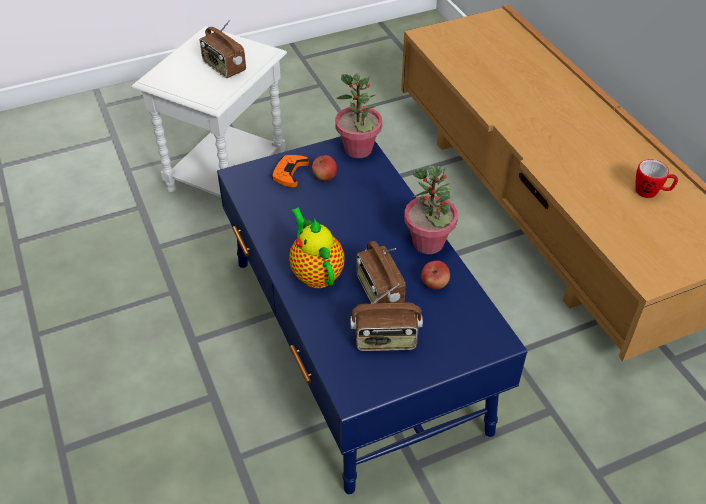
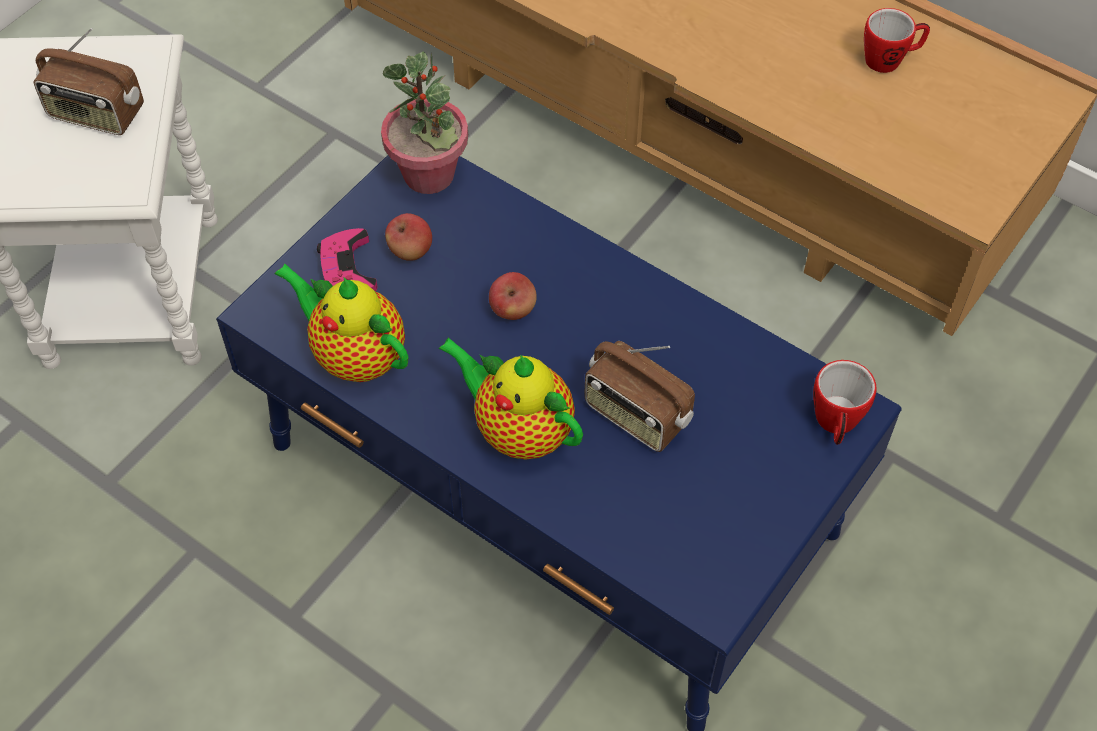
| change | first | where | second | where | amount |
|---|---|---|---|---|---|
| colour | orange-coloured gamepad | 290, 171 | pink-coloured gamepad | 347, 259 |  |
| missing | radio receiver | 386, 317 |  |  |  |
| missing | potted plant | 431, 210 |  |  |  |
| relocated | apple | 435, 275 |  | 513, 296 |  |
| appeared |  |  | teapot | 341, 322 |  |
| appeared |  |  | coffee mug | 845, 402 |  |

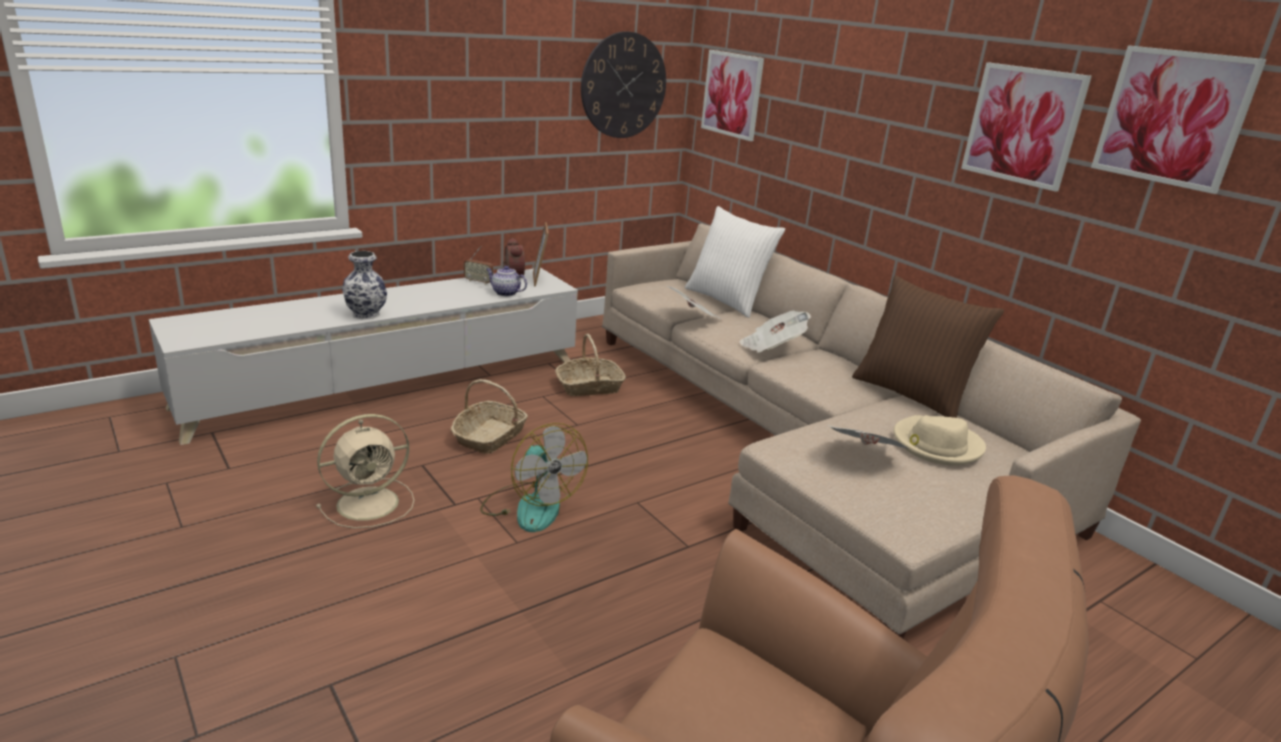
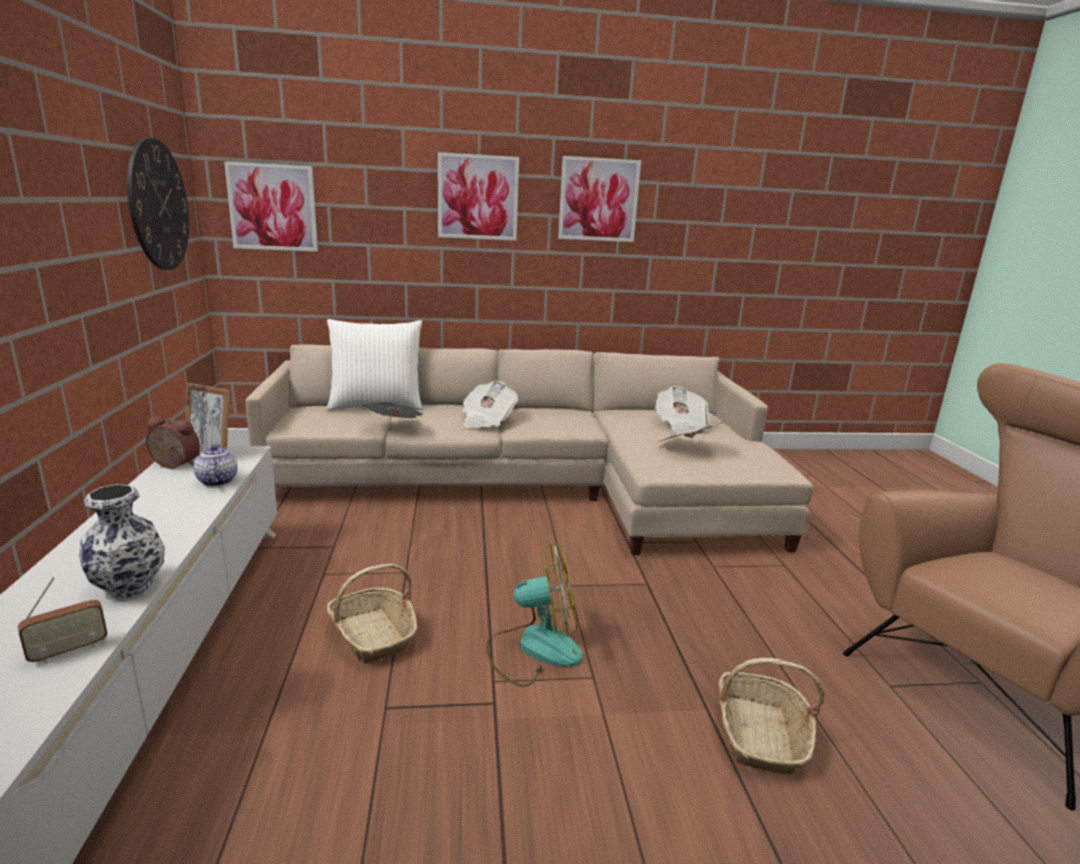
| change | first | where | second | where | amount |
|---|---|---|---|---|---|
| missing | beige-coloured electric fan | 365, 471 |  |  |  |
| relocated | radio receiver | 478, 265 |  | 62, 620 |  |
| spun | teapot | 506, 281 |  | 216, 465 | 105 degrees clockwise |
| relocated | household basket | 590, 365 |  | 771, 716 |  |
| missing | brown-coloured cushion | 928, 346 |  |  |  |
| exchanged | beige-coloured clothing hat | 939, 440 | printed paper | 682, 410 |  |
| relocated | wall art | 1179, 119 |  | 478, 196 |  |

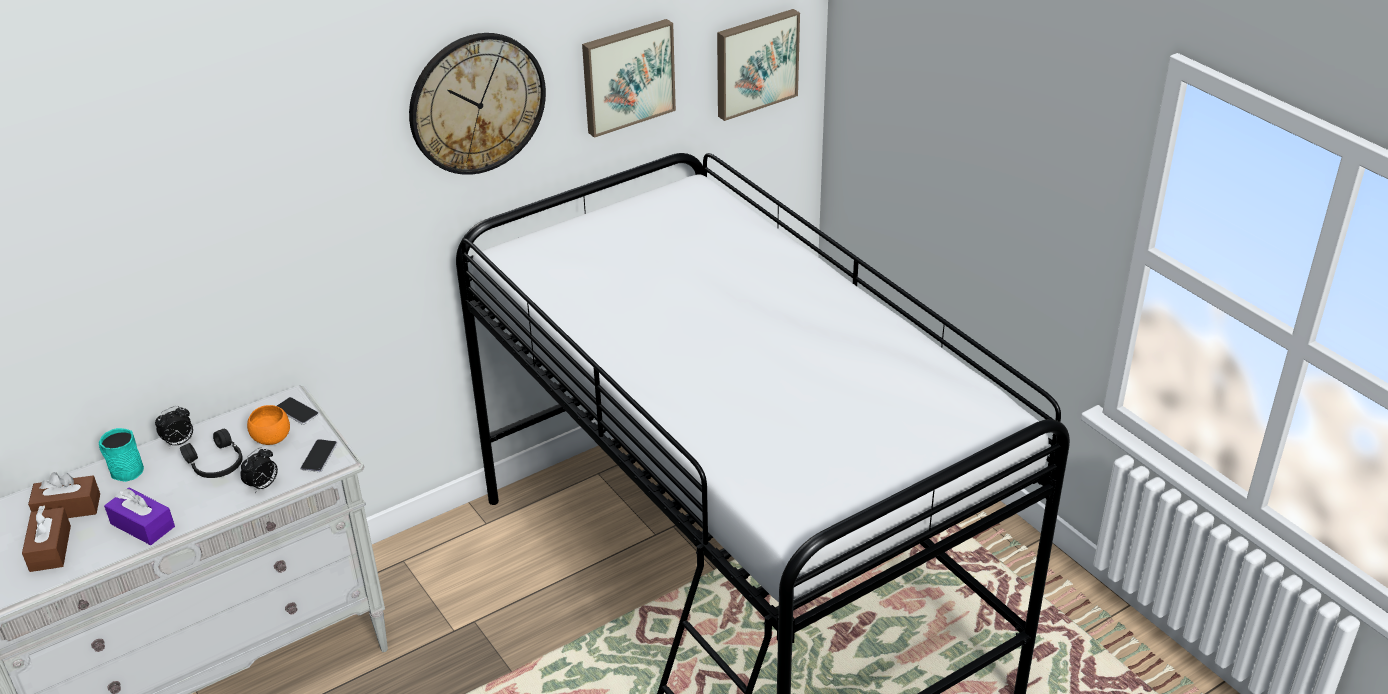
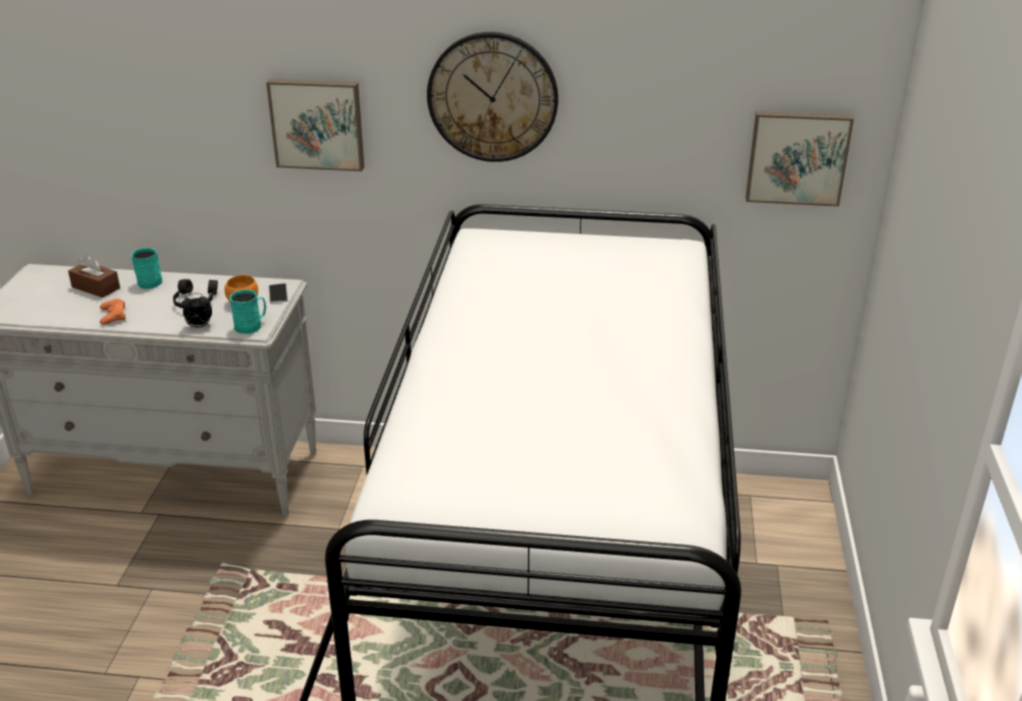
| change | first | where | second | where | amount |
|---|---|---|---|---|---|
| missing | brown-coloured box of tissues | 46, 538 |  |  |  |
| exchanged | purple-coloured box of tissues | 139, 516 | orange-coloured gamepad | 112, 312 |  |
| missing | table clock | 174, 427 |  |  |  |
| exchanged | handset | 318, 455 | turquoise-coloured coffee mug | 248, 312 |  |
| relocated | wall art | 629, 78 |  | 315, 125 |  |

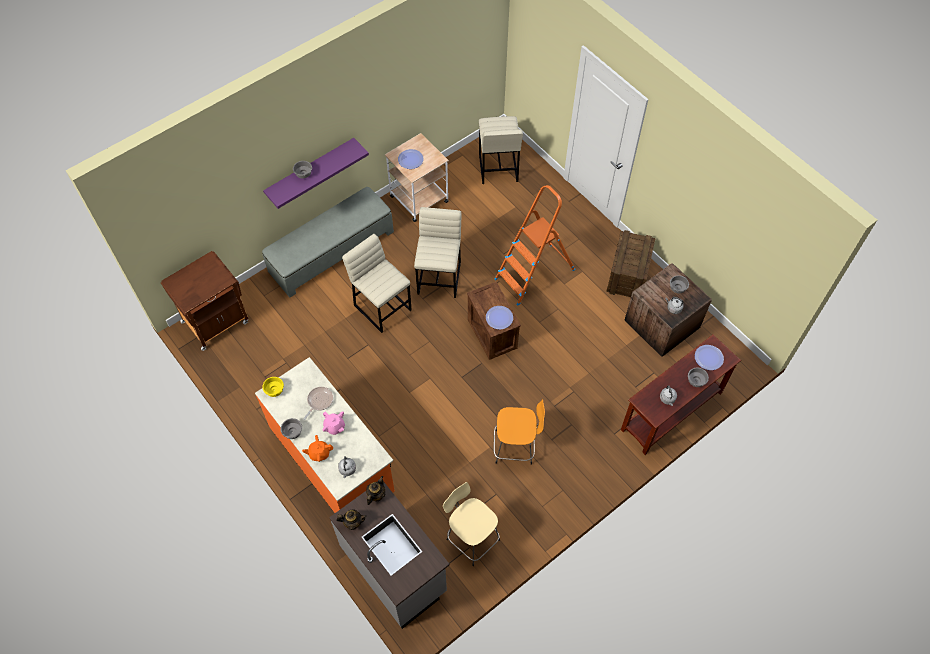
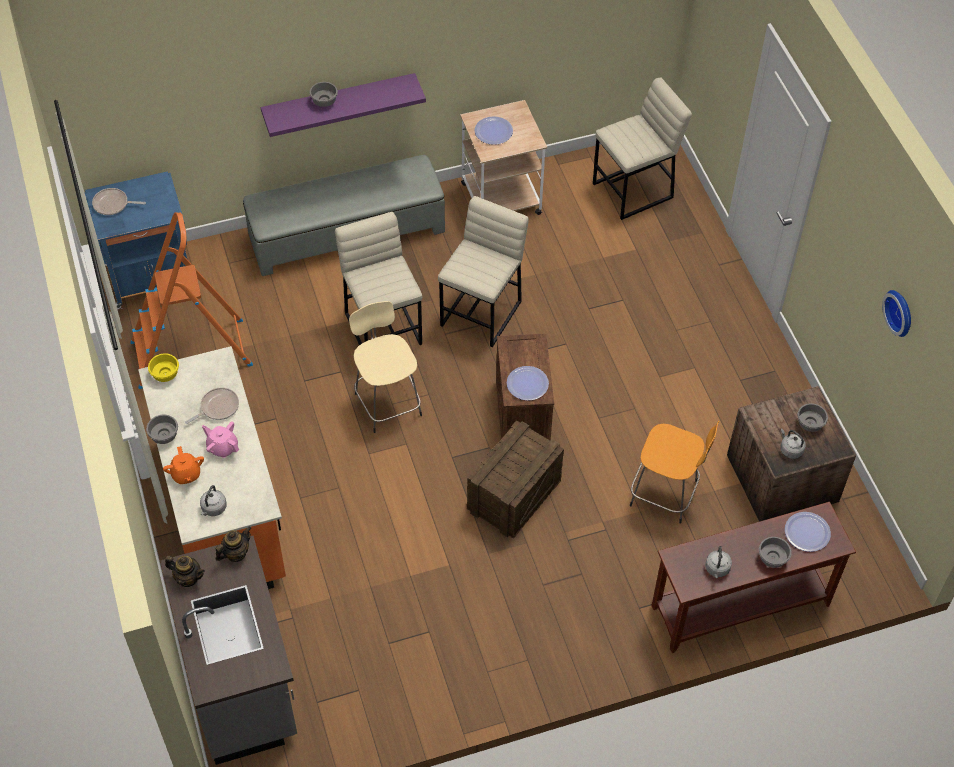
| change | first | where | second | where | amount |
|---|---|---|---|---|---|
| colour | brown-coloured wheeled cart | 204, 301 | blue wheeled cart | 136, 240 |  |
| spun | orange-coloured teapot | 317, 448 |  | 183, 465 | 120 degrees counterclockwise |
| spun | pink-coloured teapot | 333, 423 |  | 220, 439 | 150 degrees clockwise |
| relocated | beige-coloured sitting stool | 471, 524 |  | 385, 367 |  |
| spun | beige-coloured chair | 501, 150 |  | 642, 148 | 135 degrees counterclockwise |
| relocated | orange-coloured step ladder | 535, 245 |  | 191, 300 |  |
| relocated | orange-coloured sitting stool | 519, 432 |  | 674, 472 |  |
| relocated | packing crate | 631, 263 |  | 515, 479 |  |
| appeared |  |  | pan | 119, 201 |  |
| appeared |  |  | wall clock | 896, 313 |  |

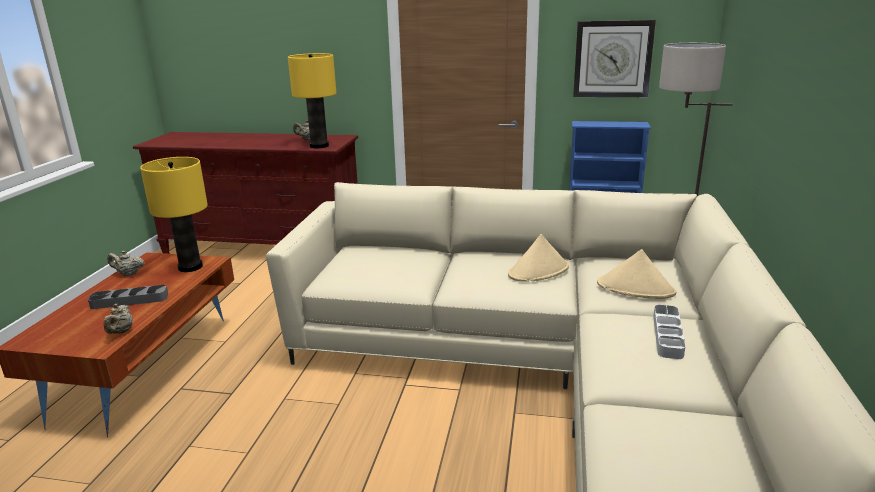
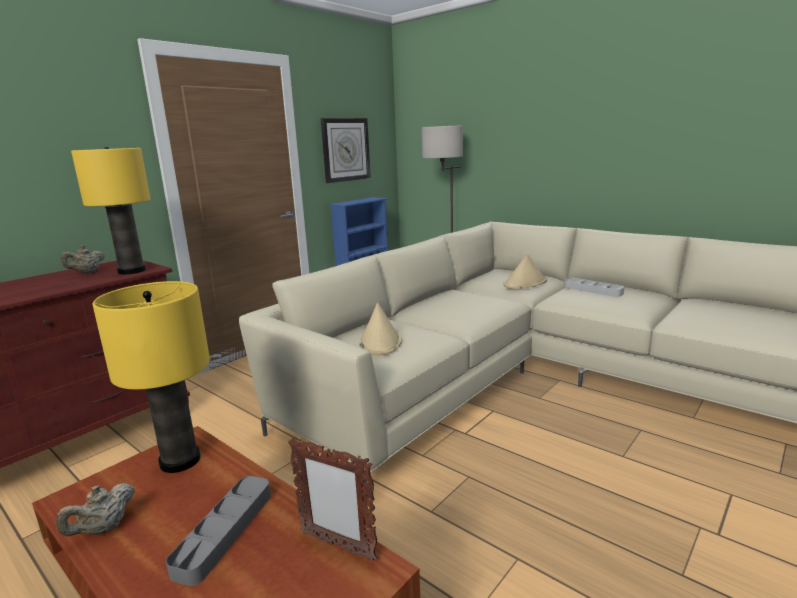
| change | first | where | second | where | amount |
|---|---|---|---|---|---|
| exchanged | beige-coloured teapot | 118, 318 | photo frame | 333, 499 |  |
| relocated | beige-coloured clothing hat | 538, 258 |  | 380, 329 |  |

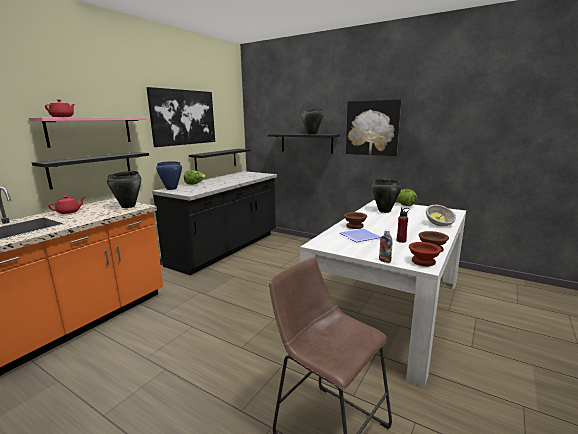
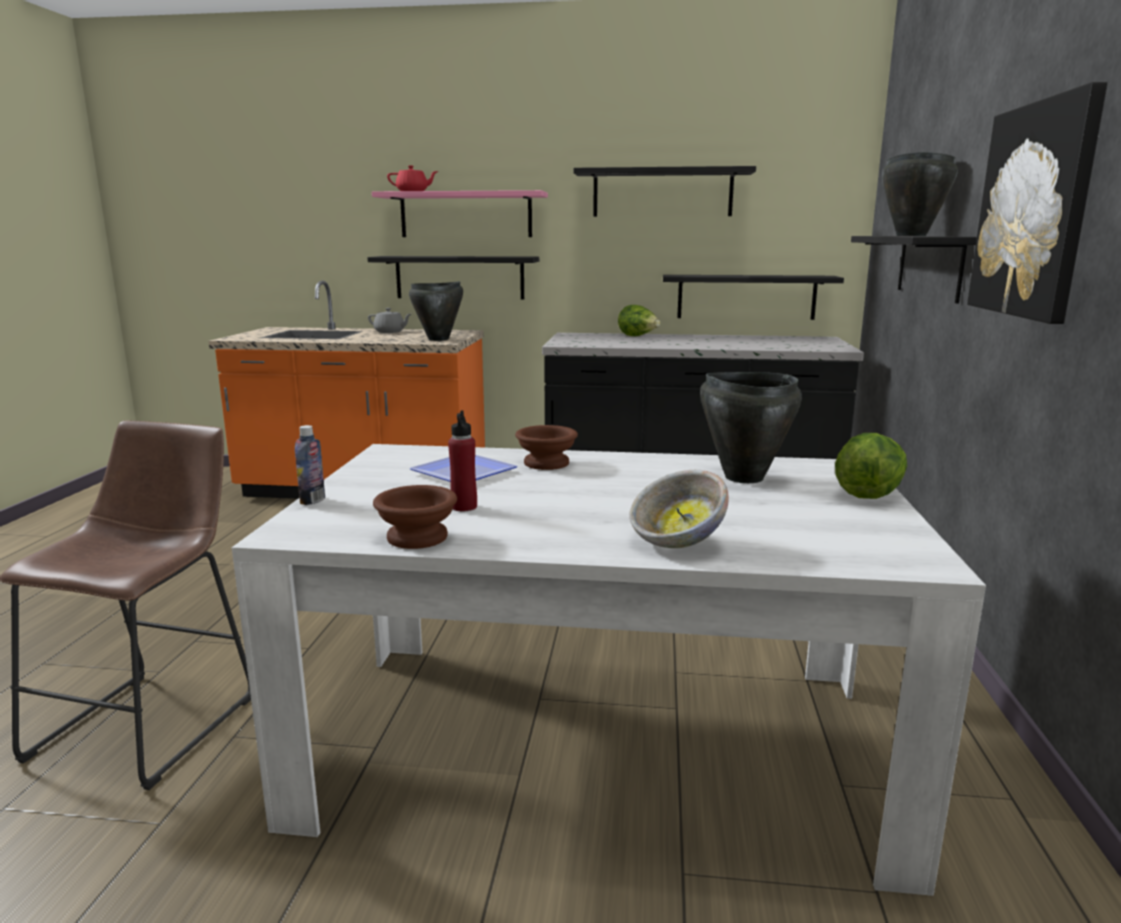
| change | first | where | second | where | amount |
|---|---|---|---|---|---|
| colour | red-coloured teapot | 66, 205 | grey teapot | 389, 320 |  |
| exchanged | wall art | 181, 117 | black wall shelf | 664, 191 |  |
| missing | blue stockpot | 169, 175 |  |  |  |
| missing | brown-coloured bowl | 425, 254 |  |  |  |

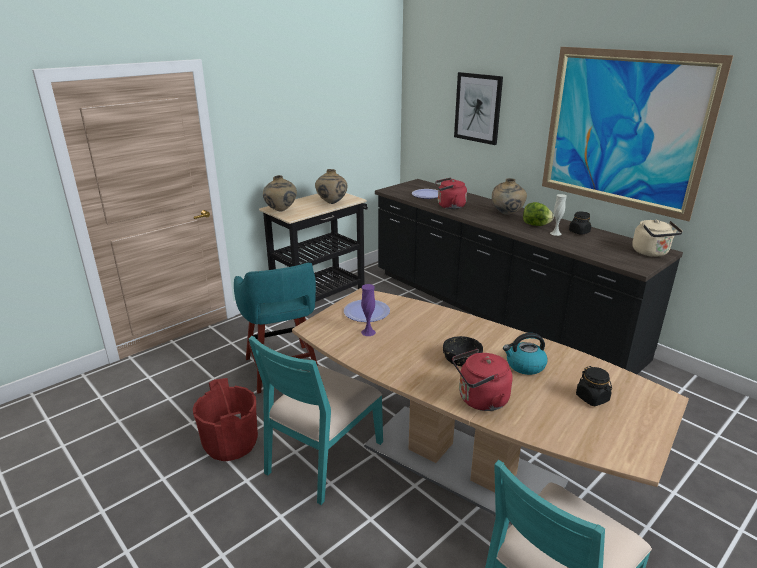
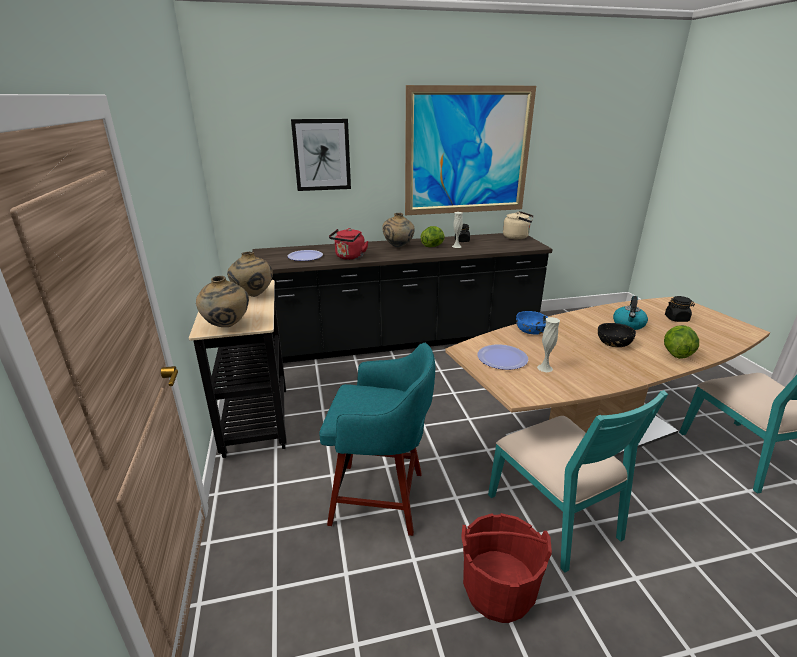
| change | first | where | second | where | amount |
|---|---|---|---|---|---|
| colour | purple-coloured vase | 368, 310 | white vase | 548, 344 |  |
| exchanged | red-coloured water kettle | 482, 380 | head of lettuce | 681, 342 |  |
| appeared |  |  | blue bowl | 532, 322 |  |

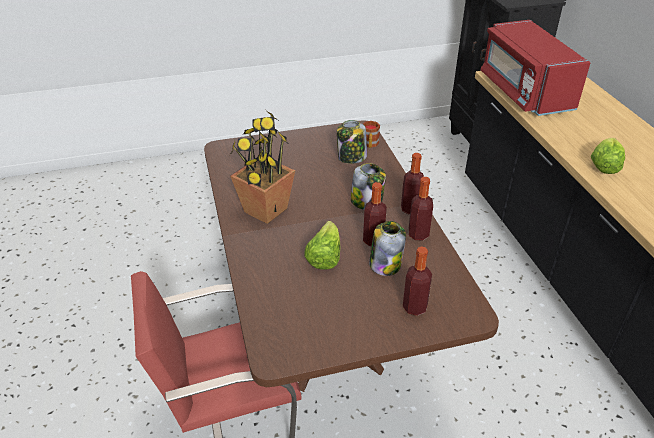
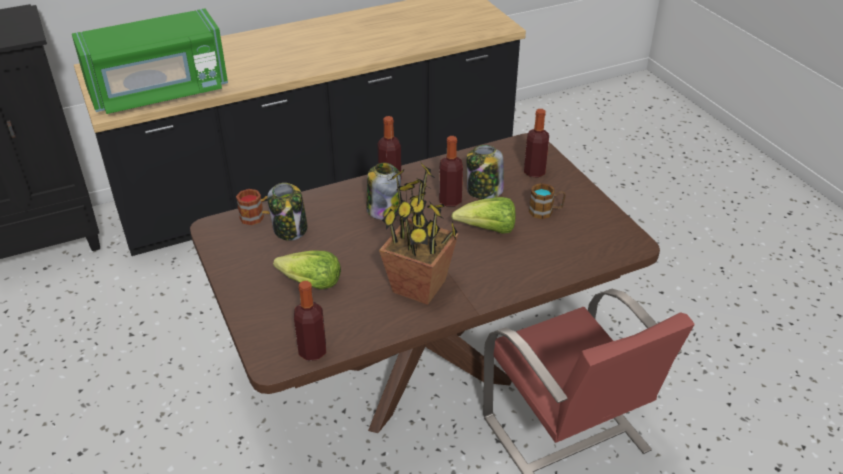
| change | first | where | second | where | amount |
|---|---|---|---|---|---|
| relocated | beverage bottle | 420, 209 |  | 310, 321 |  |
| colour | red-coloured kitchen microwave | 536, 68 | green-coloured kitchen microwave | 150, 61 |  |
| relocated | head of lettuce | 608, 156 |  | 307, 270 |  |
| appeared |  |  | coffee mug | 547, 201 |  |

